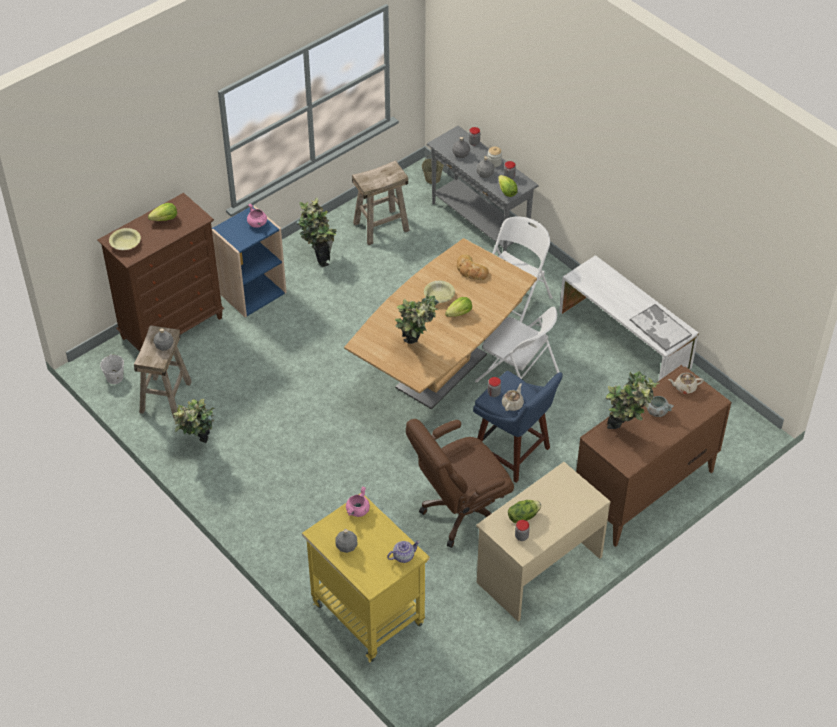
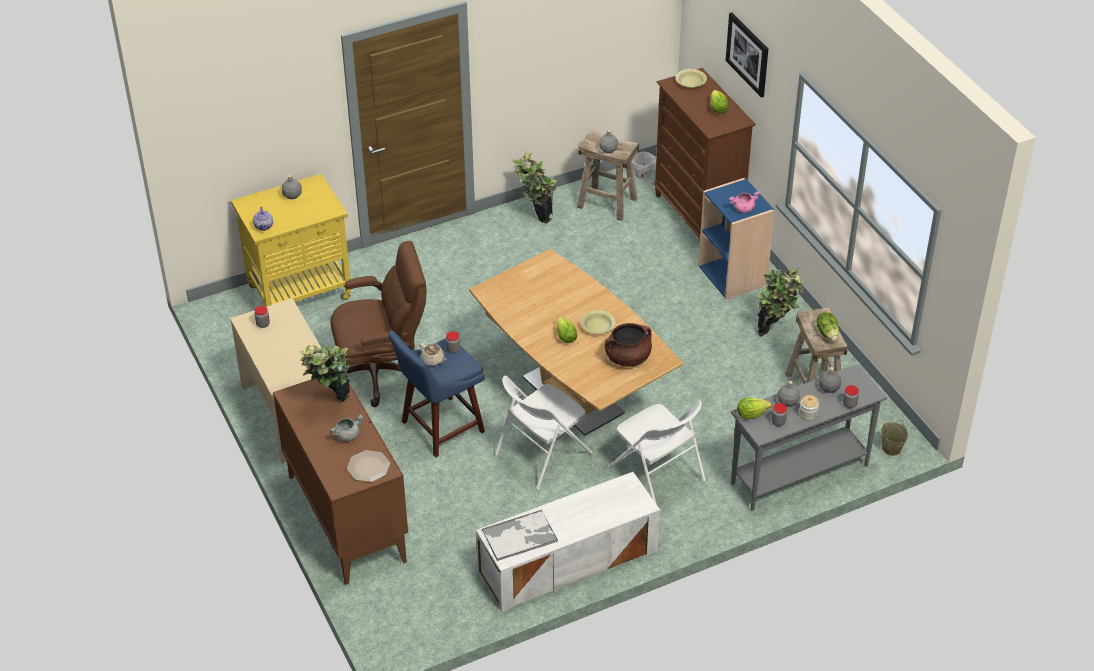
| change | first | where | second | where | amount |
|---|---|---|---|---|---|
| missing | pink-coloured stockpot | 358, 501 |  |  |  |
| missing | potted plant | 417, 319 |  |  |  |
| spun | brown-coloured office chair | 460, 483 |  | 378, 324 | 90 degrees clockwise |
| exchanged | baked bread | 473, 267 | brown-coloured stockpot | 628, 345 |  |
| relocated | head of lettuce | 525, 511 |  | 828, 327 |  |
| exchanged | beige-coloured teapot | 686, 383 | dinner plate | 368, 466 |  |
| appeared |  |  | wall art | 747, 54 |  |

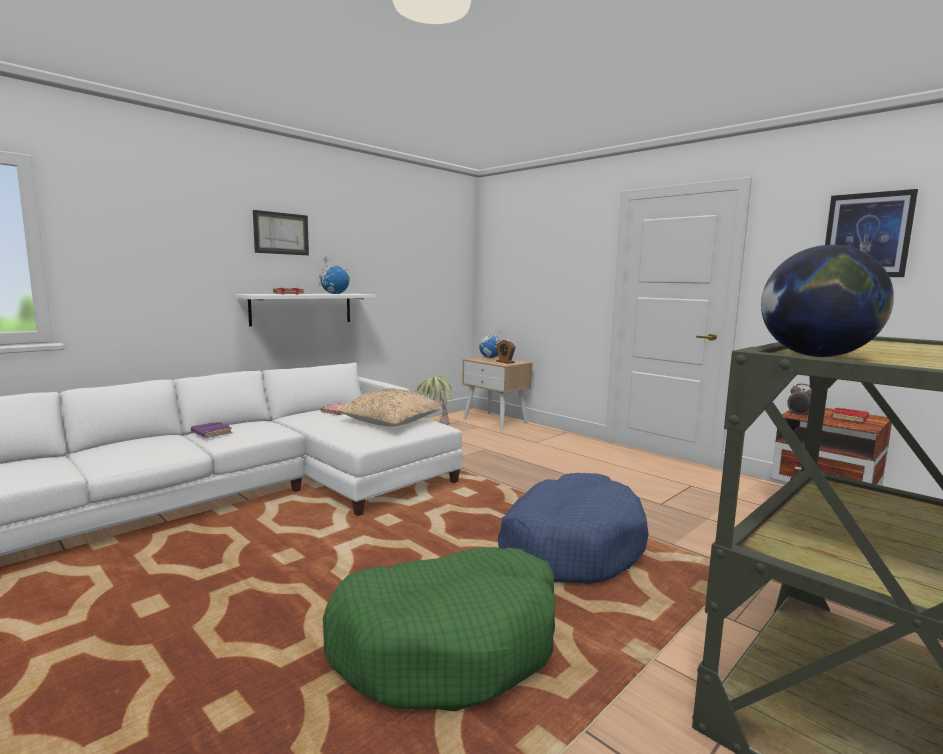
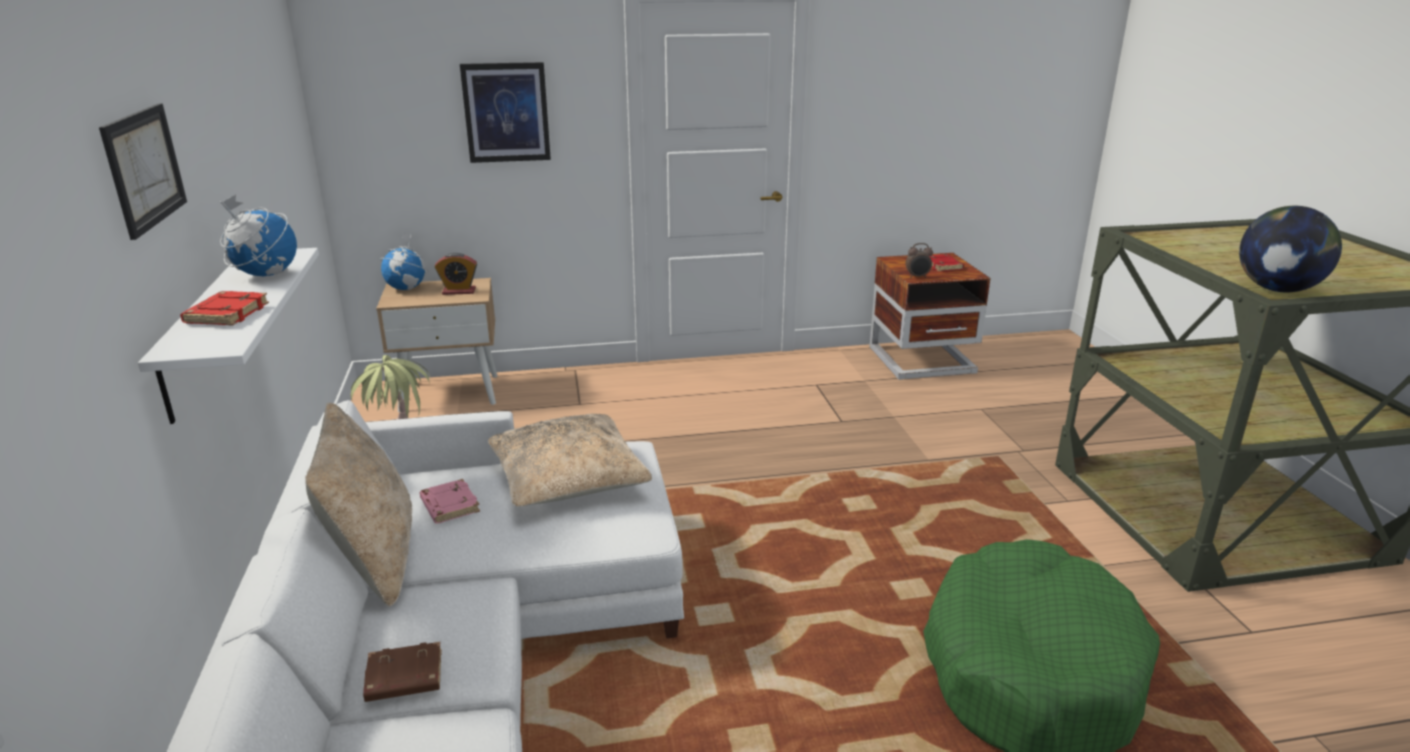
| change | first | where | second | where | amount |
|---|---|---|---|---|---|
| colour | purple-coloured volume | 211, 430 | brown-coloured volume | 402, 672 |  |
| missing | blue dog bed | 573, 528 |  |  |  |
| relocated | wall art | 871, 233 |  | 505, 112 |  |
| appeared |  |  | beige-coloured cushion | 358, 504 |  |

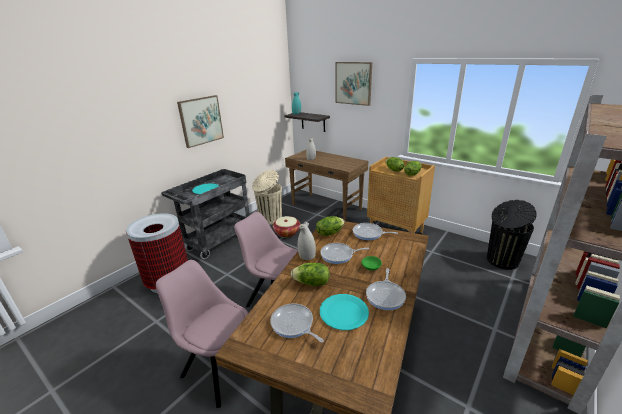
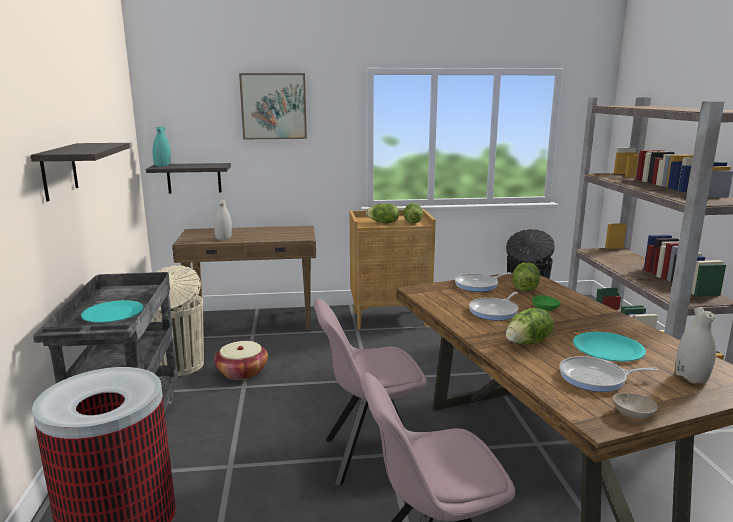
| change | first | where | second | where | amount |
|---|---|---|---|---|---|
| exchanged | wall art | 200, 121 | wall shelf | 80, 172 |  |
| relocated | white vase | 307, 241 |  | 696, 345 |  |
| relocated | head of lettuce | 330, 226 |  | 526, 276 |  |
| missing | pan | 386, 289 |  |  |  |
| appeared |  |  | beige-coloured bowl | 635, 406 |  |

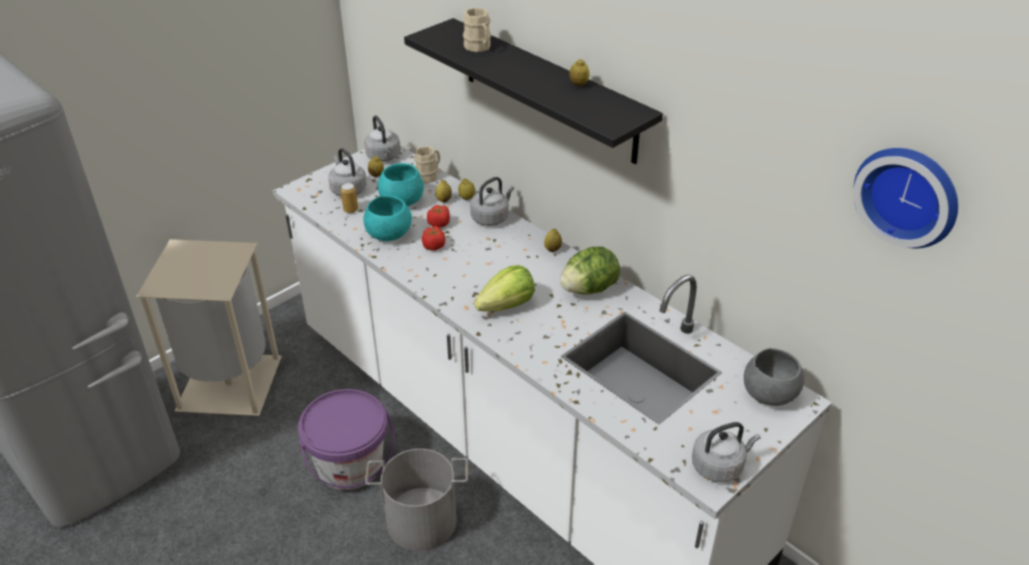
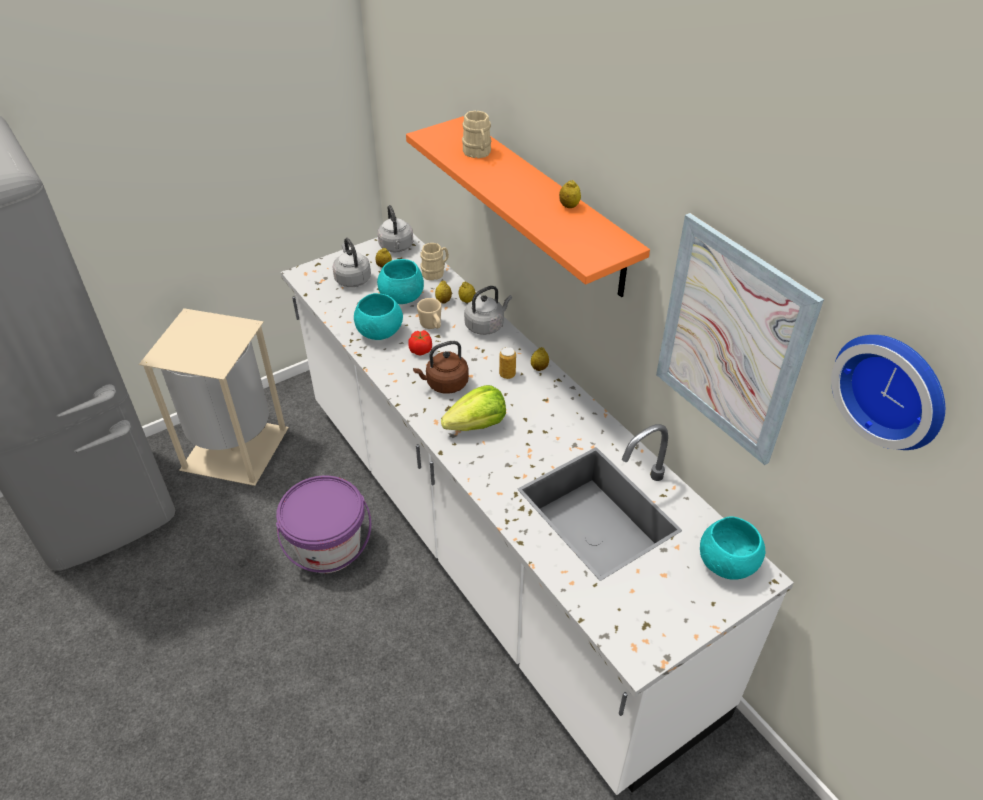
| change | first | where | second | where | amount |
|---|---|---|---|---|---|
| relocated | metal can | 349, 198 |  | 507, 363 |  |
| missing | grey water bucket | 416, 500 |  |  |  |
| colour | black wall shelf | 533, 91 | orange-coloured wall shelf | 528, 206 |  |
| exchanged | whole tomato | 438, 216 | beige-coloured coffee mug | 429, 313 |  |
| missing | head of lettuce | 590, 270 |  |  |  |
| missing | grey water kettle | 726, 452 |  |  |  |
| colour | grey bowl | 774, 377 | turquoise-coloured bowl | 732, 548 |  |
| appeared |  |  | brown-coloured water kettle | 441, 367 |  |
| appeared |  |  | wall art | 740, 339 |  |

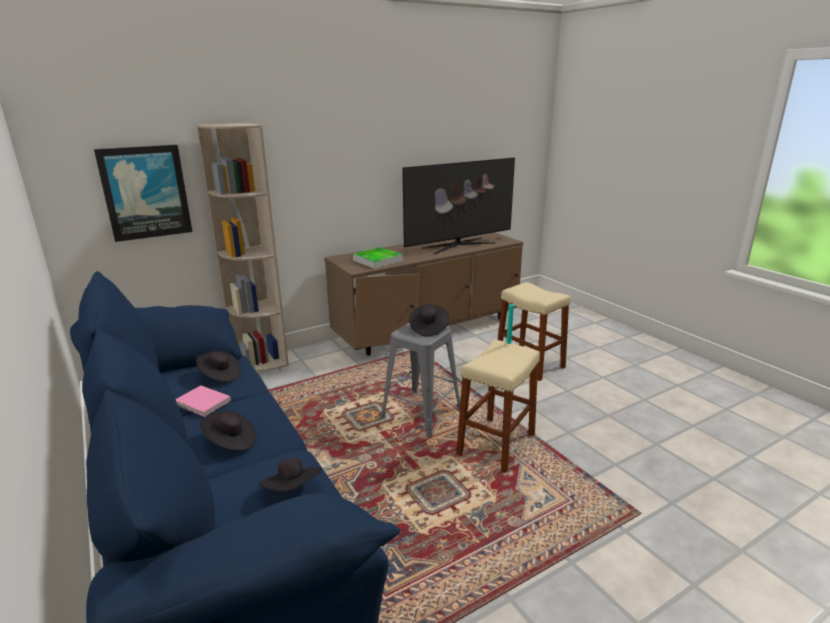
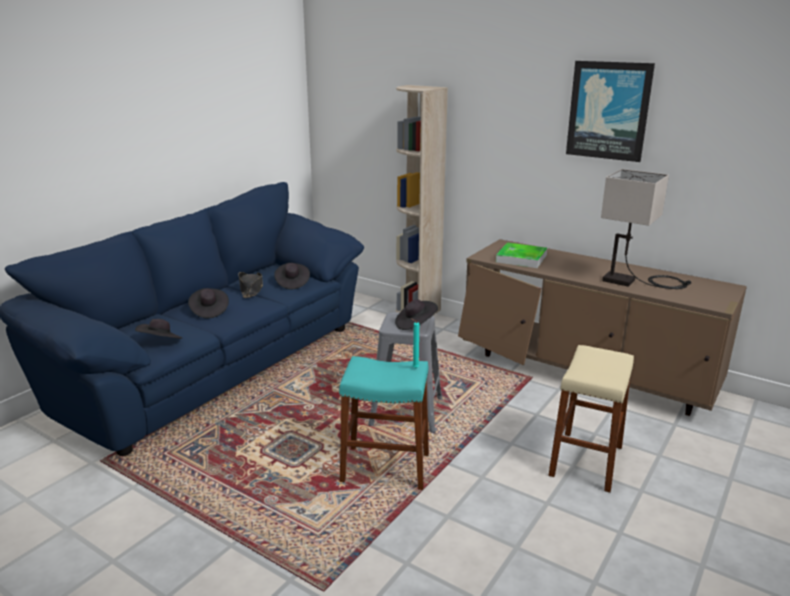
| change | first | where | second | where | amount |
|---|---|---|---|---|---|
| relocated | wall art | 143, 193 |  | 610, 111 |  |
| exchanged | pink-coloured volume | 203, 401 | black clothing hat | 250, 285 |  |
| exchanged | TV set | 458, 206 | lamp for a table | 646, 229 |  |
| colour | beige-coloured sitting stool | 498, 406 | turquoise-coloured sitting stool | 384, 423 |  |

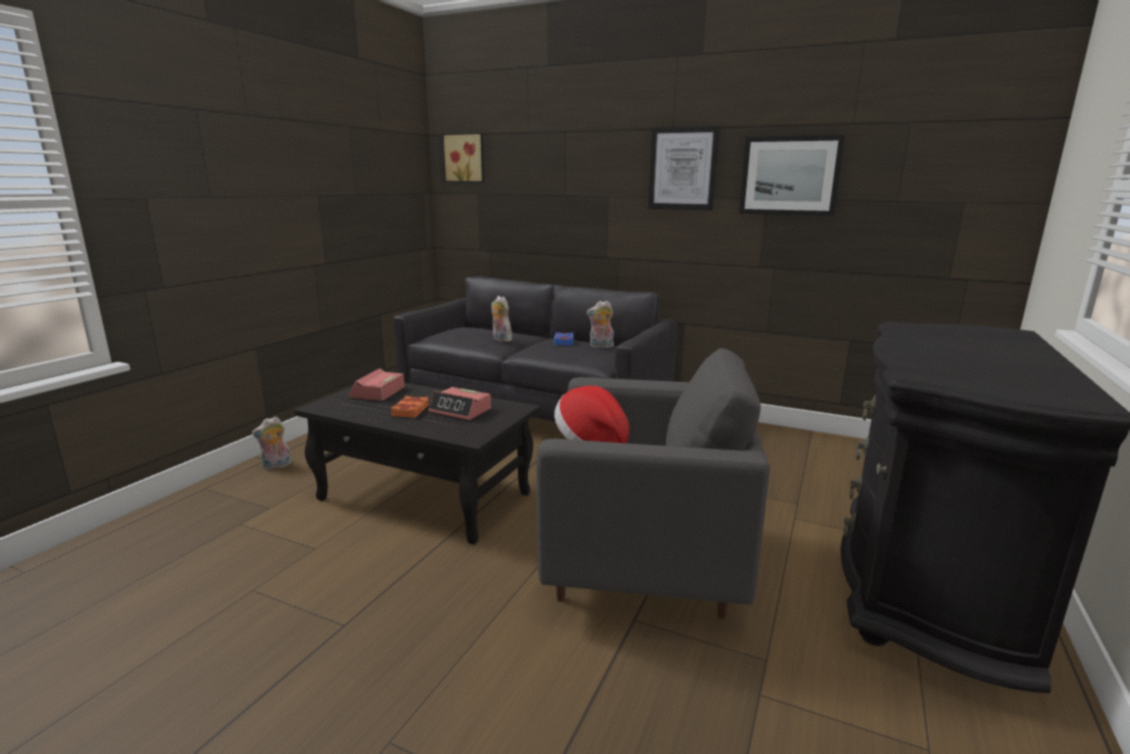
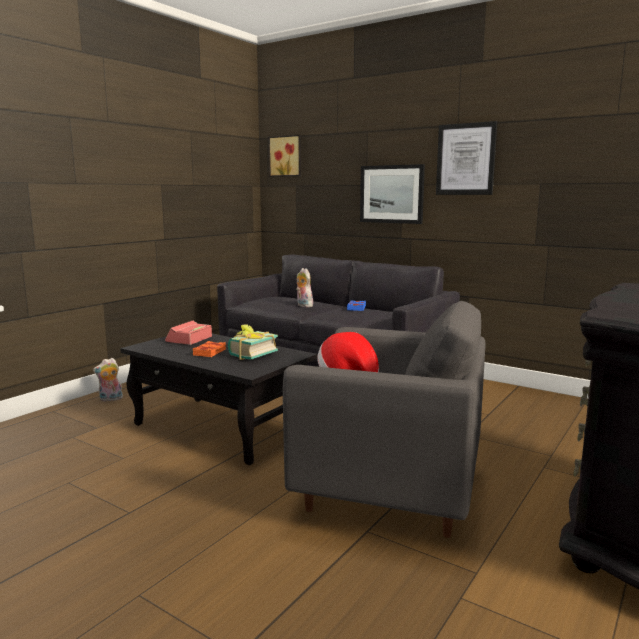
| change | first | where | second | where | amount |
|---|---|---|---|---|---|
| exchanged | table clock | 460, 403 | volume | 253, 342 |  |
| missing | soft toy | 600, 324 |  |  |  |
| relocated | wall art | 792, 175 |  | 392, 194 |  |

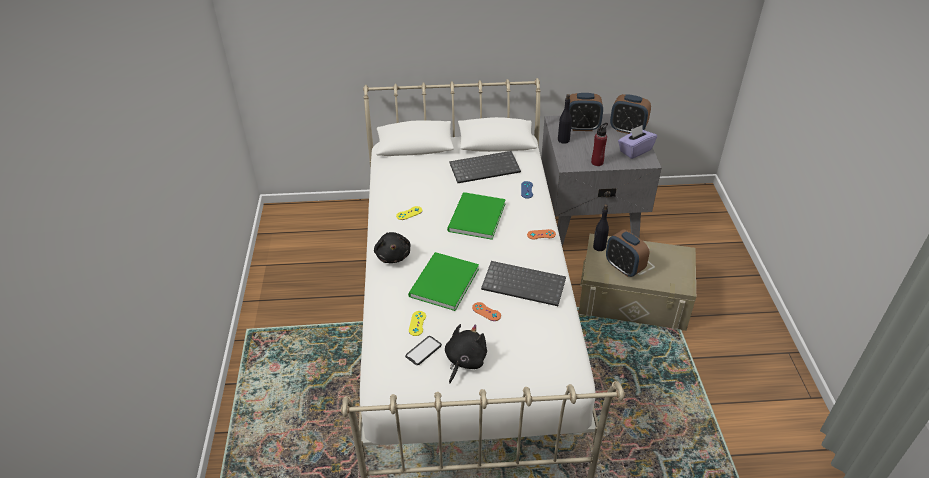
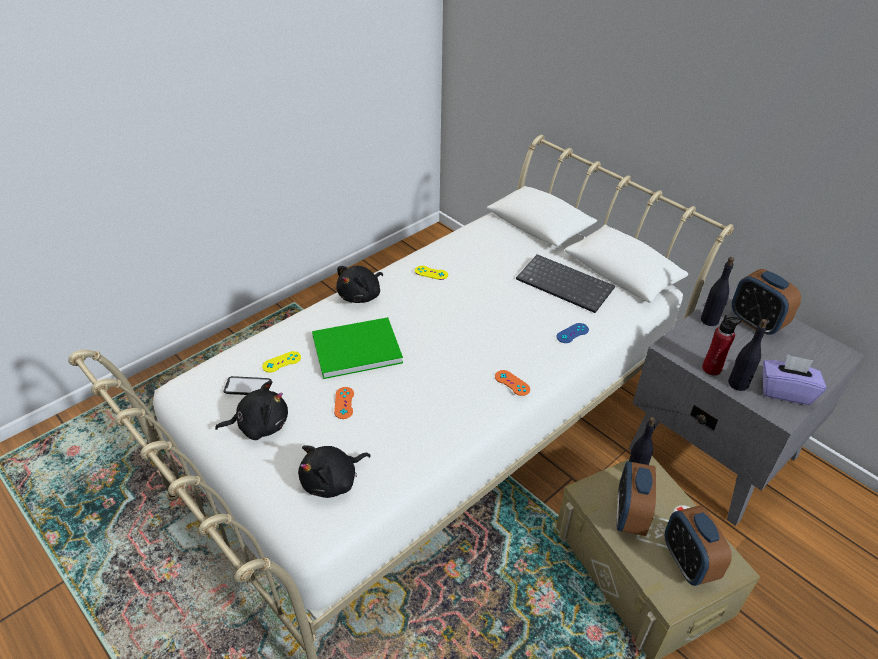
| change | first | where | second | where | amount |
|---|---|---|---|---|---|
| missing | green-coloured volume | 476, 216 |  |  |  |
| missing | PC keyboard | 523, 283 |  |  |  |
| relocated | table clock | 630, 114 |  | 698, 546 |  |
| appeared |  |  | black soft toy | 334, 472 |  |
| appeared |  |  | black beverage bottle | 748, 355 |  |

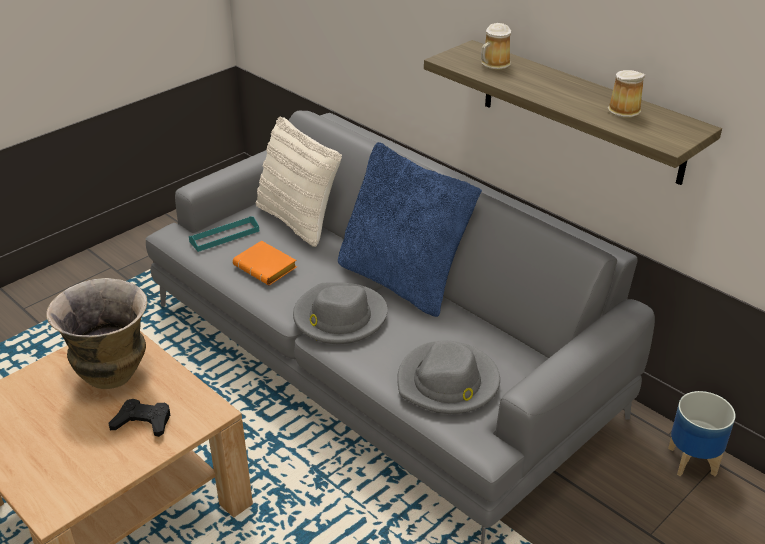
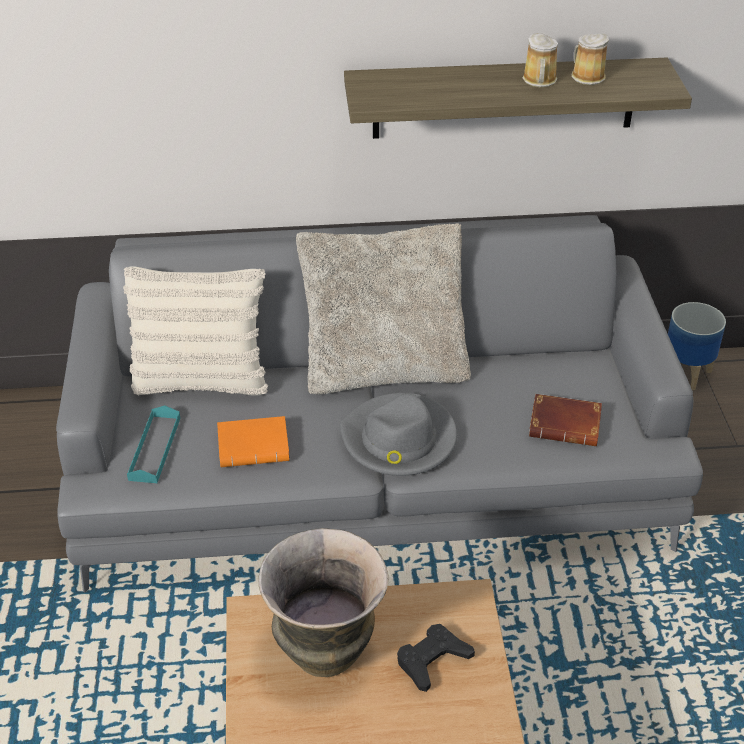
| change | first | where | second | where | amount |
|---|---|---|---|---|---|
| colour | blue cushion | 409, 229 | beige-coloured cushion | 383, 309 |  |
| exchanged | grey clothing hat | 448, 377 | brown-coloured volume | 565, 420 |  |
| relocated | coffee mug | 496, 46 |  | 540, 60 |  |

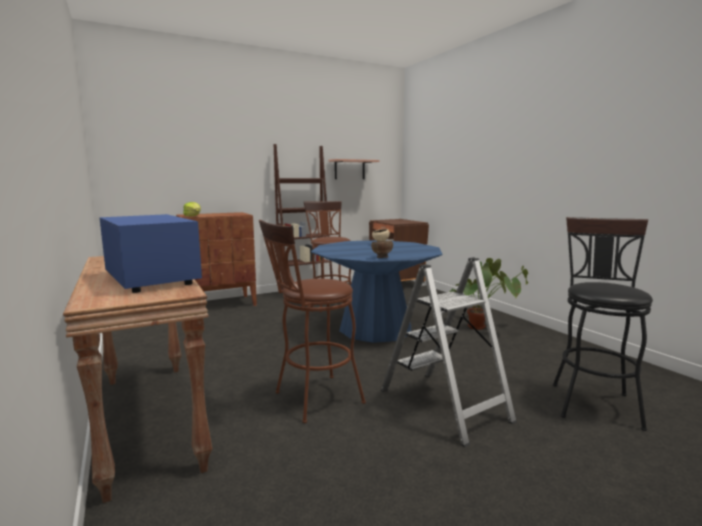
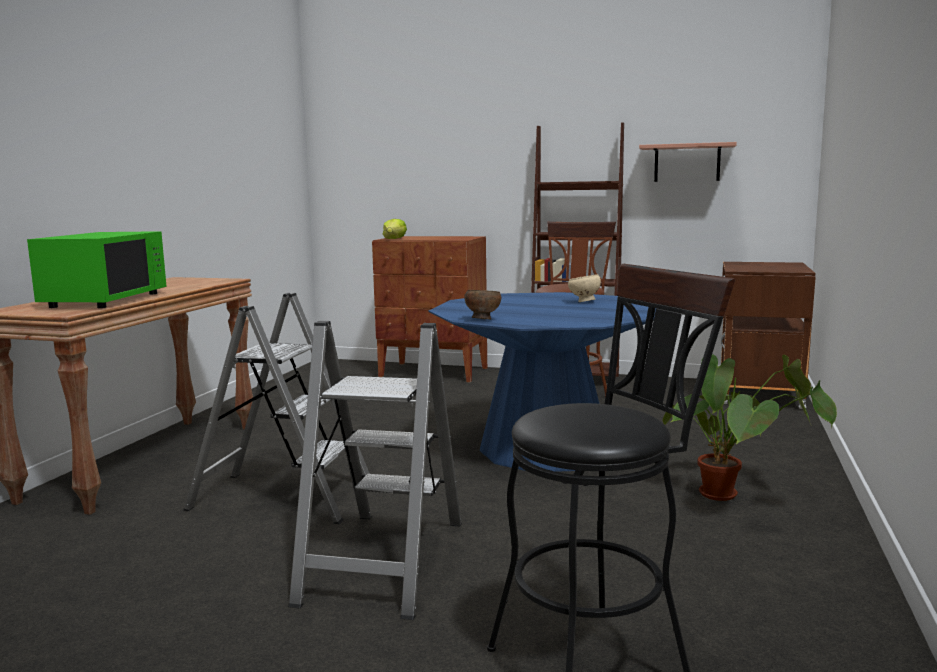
| change | first | where | second | where | amount |
|---|---|---|---|---|---|
| colour | blue kitchen microwave | 150, 253 | green-coloured kitchen microwave | 97, 269 |  |
| exchanged | brown-coloured sitting stool | 312, 321 | grey step ladder | 276, 408 |  |

